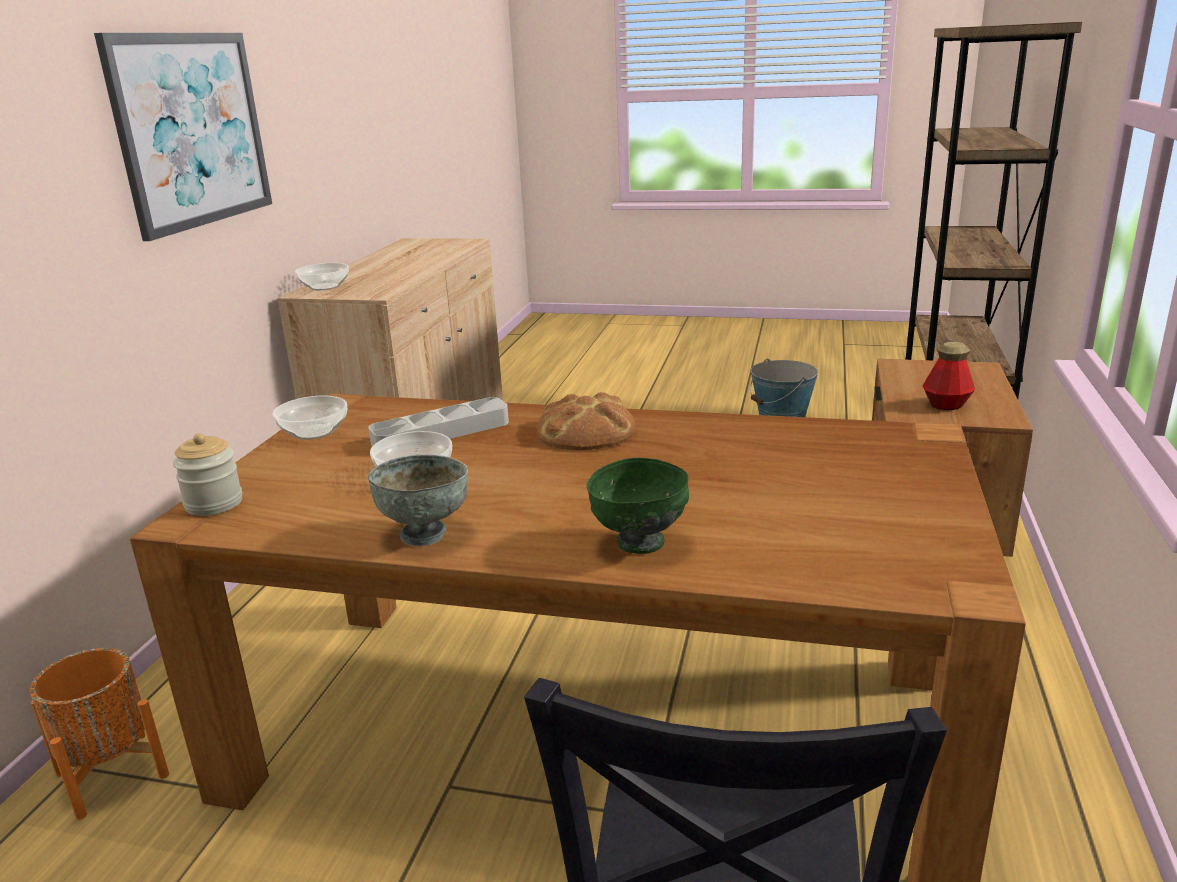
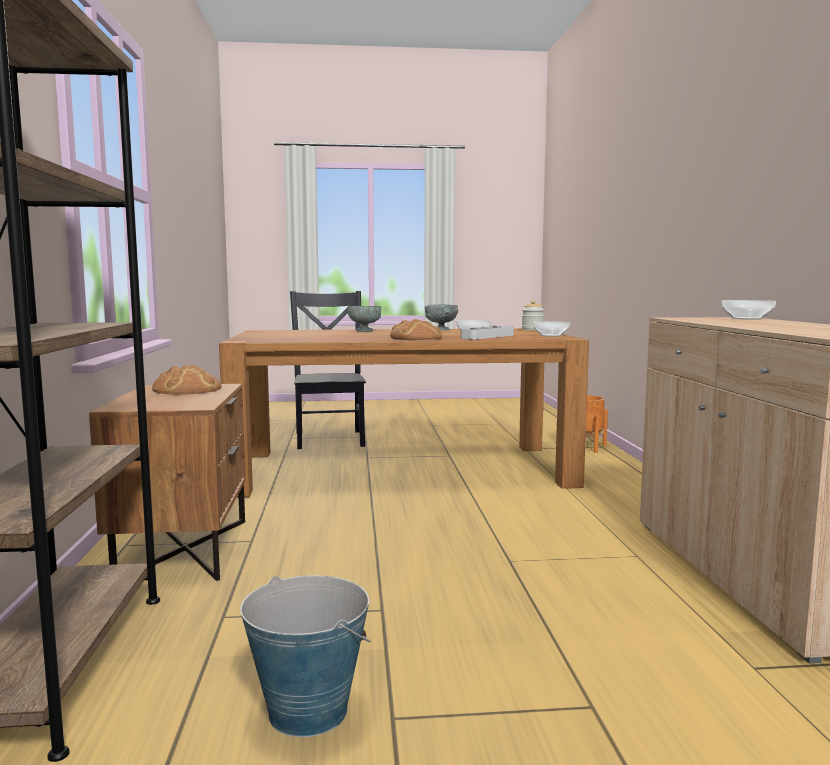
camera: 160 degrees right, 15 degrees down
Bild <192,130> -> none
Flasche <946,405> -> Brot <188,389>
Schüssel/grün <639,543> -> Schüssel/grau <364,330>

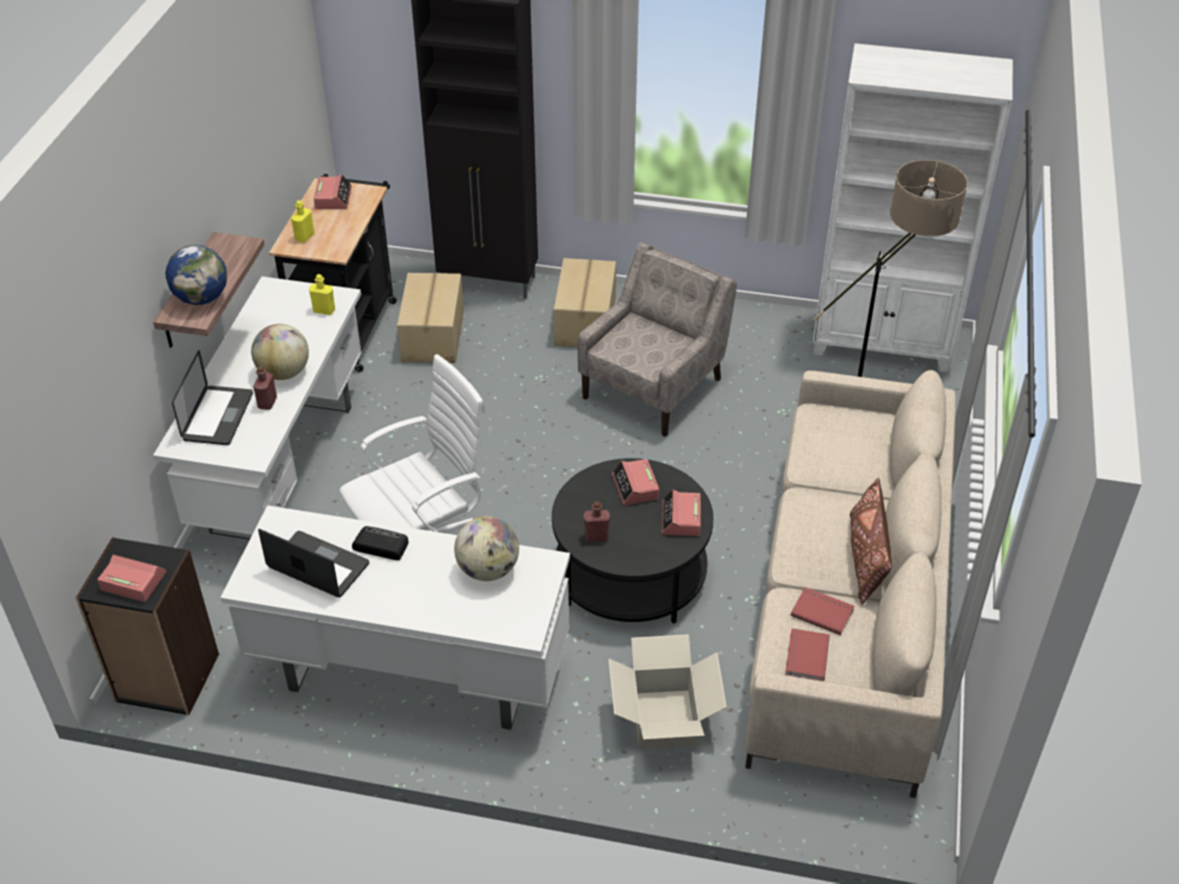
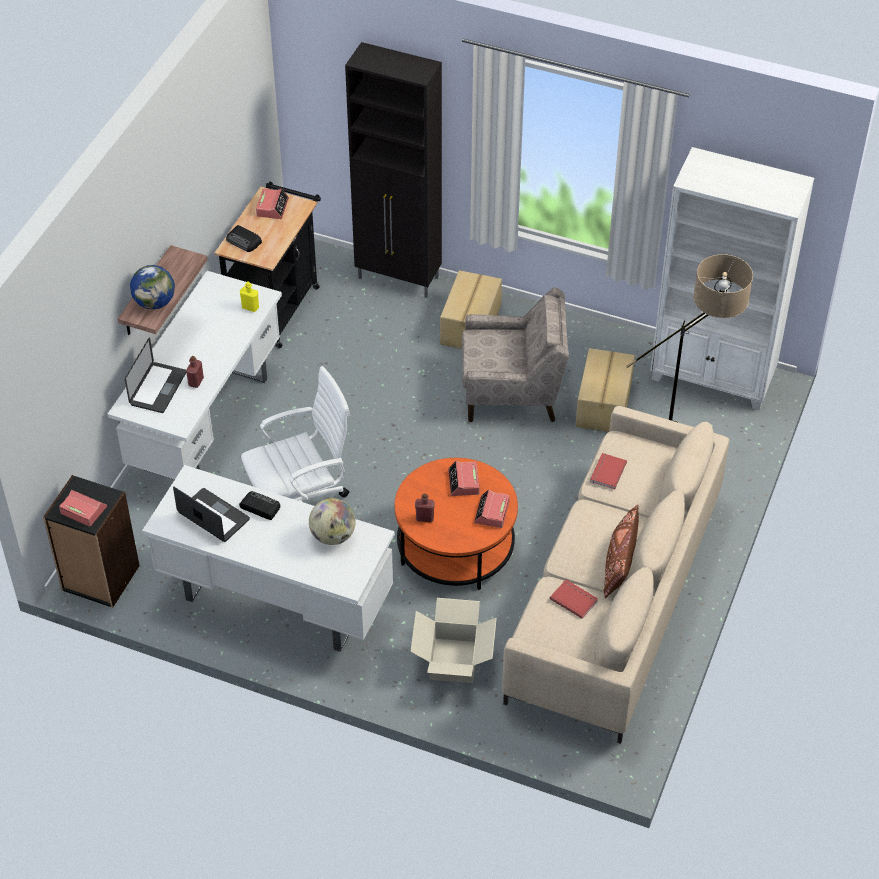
camera: 10 degrees right, 5 degrees up
Globus <284,372> -> none
Karton <434,335> -> Karton <604,404>, move
Buch/rot <805,656> -> Buch/rot <607,472>, move
Flasche/gelb <304,237> -> Radio <244,241>
Couchtisch/schwarz <630,573> -> Couchtisch/orange <455,546>
Sessel/beige <653,387> -> Sessel/beige <512,392>, 45 degrees clockwise

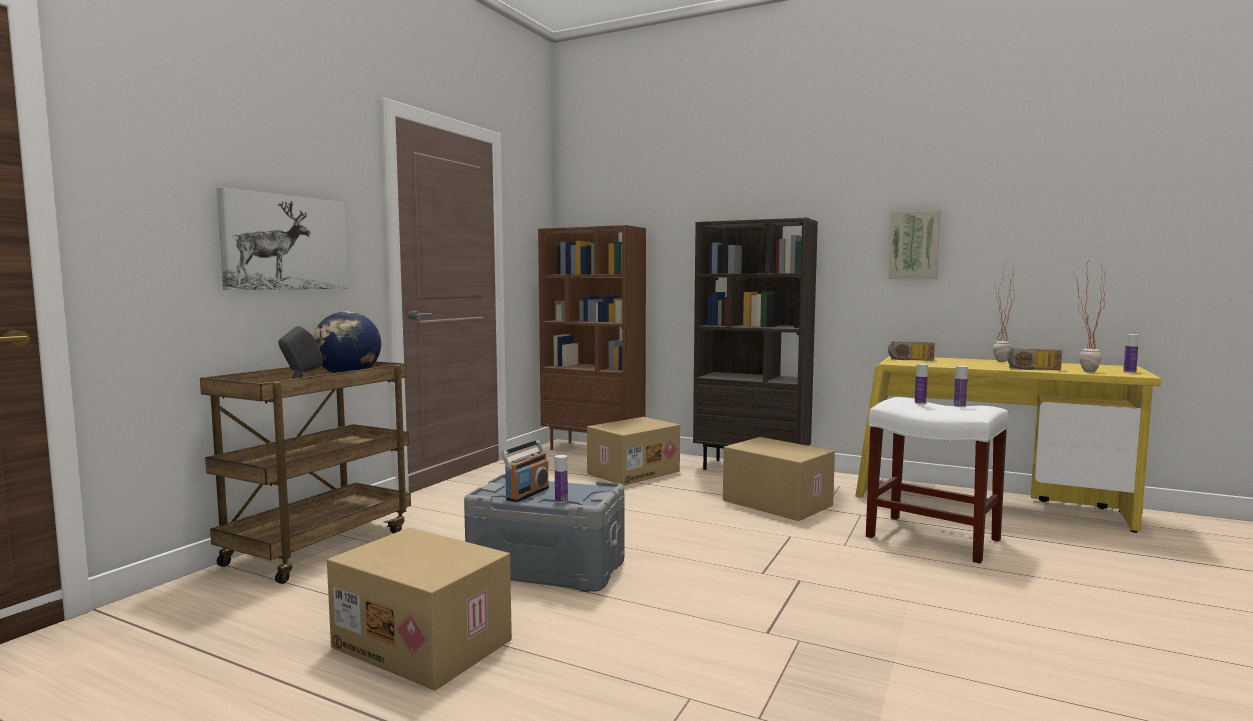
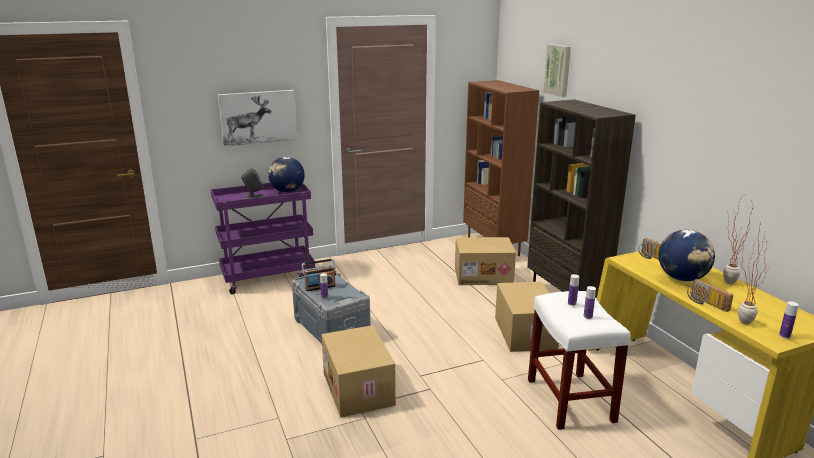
camera: 40 degrees right, 15 degrees up
none -> Globus <682,278>
Karton <425,643> -> Karton <359,389>, move
Bild <914,245> -> Bild <558,70>, move
Rollwagen/braun <319,546> -> Rollwagen/lila <268,277>

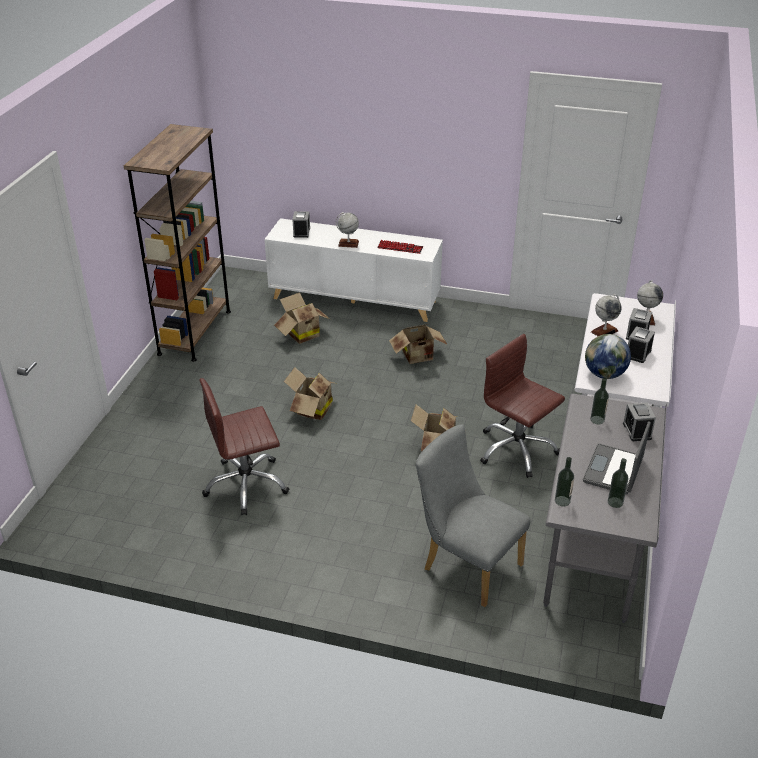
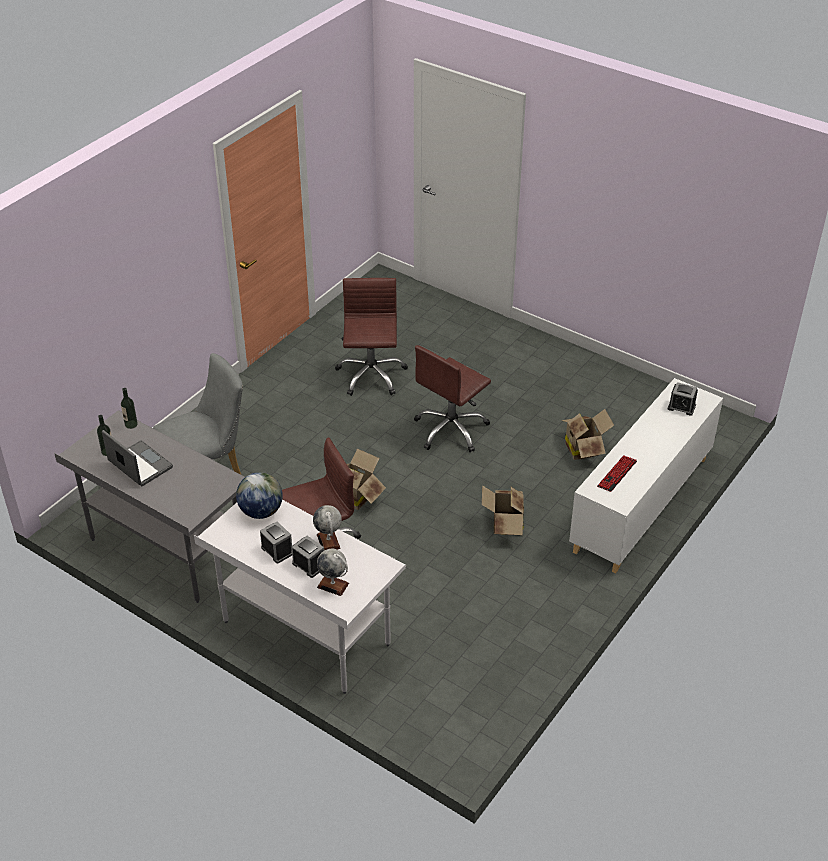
camera: 110 degrees right, 5 degrees up
Bücherregal/braun <195,332> -> none
Globus <348,243> -> none
Flasche <597,420> -> none
Wecker <637,431> -> none
Karton <311,410> -> Bürostuhl/braun <451,430>

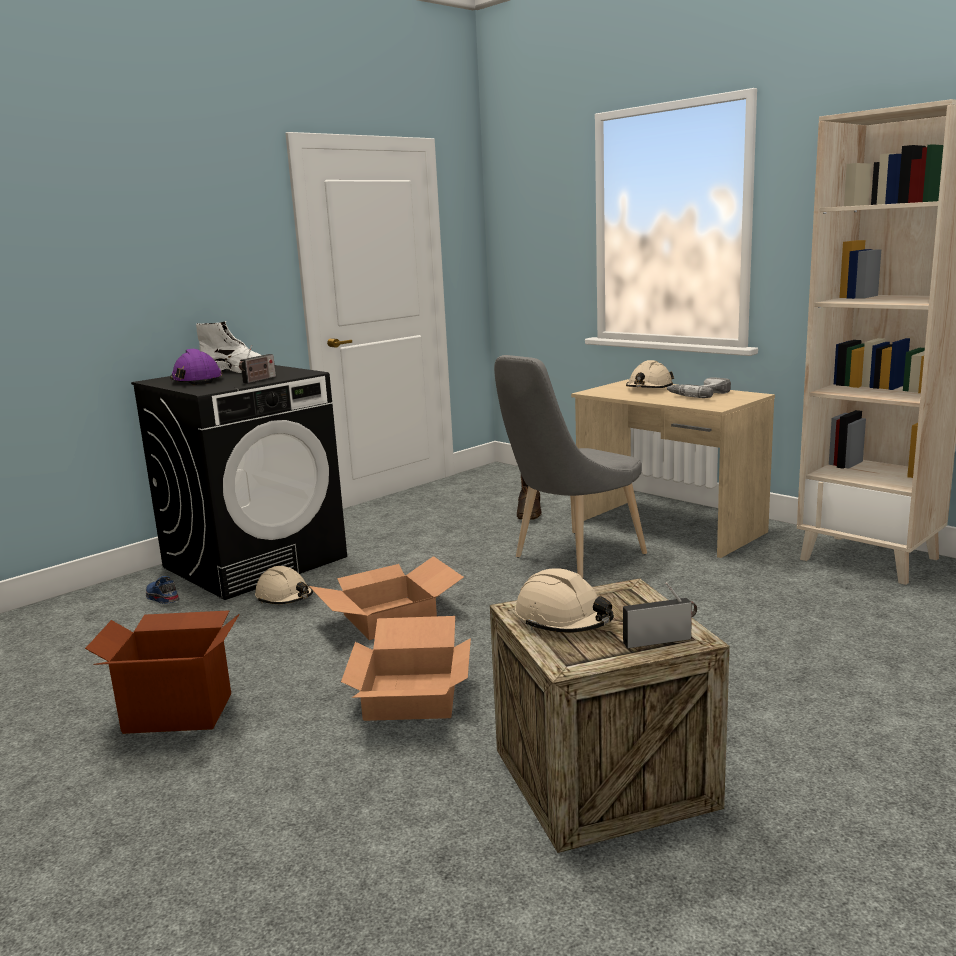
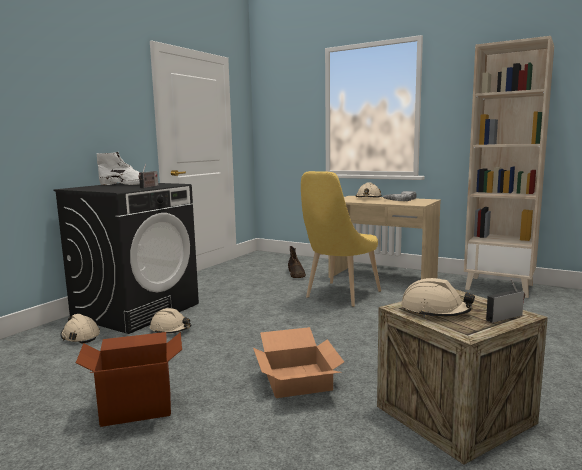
camera: 15 degrees left, 5 degrees down
Schutzhelm/lila <196,380> -> none
Karton <390,617> -> none
Schuh/blau <161,598> -> Schutzhelm/beige <80,336>
Stuhl/grau <572,557> -> Stuhl/gelb <340,296>

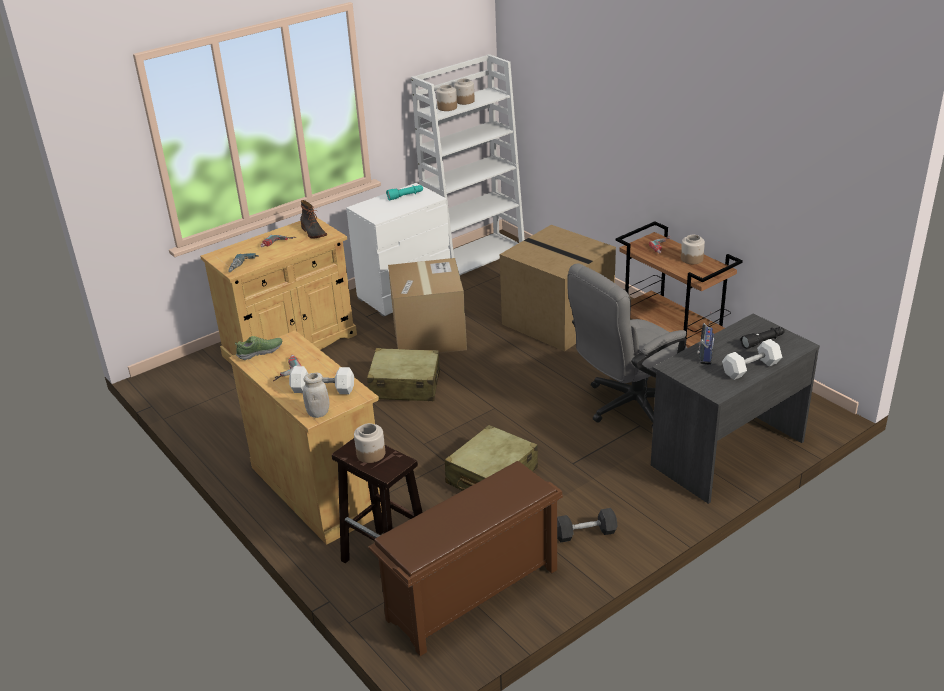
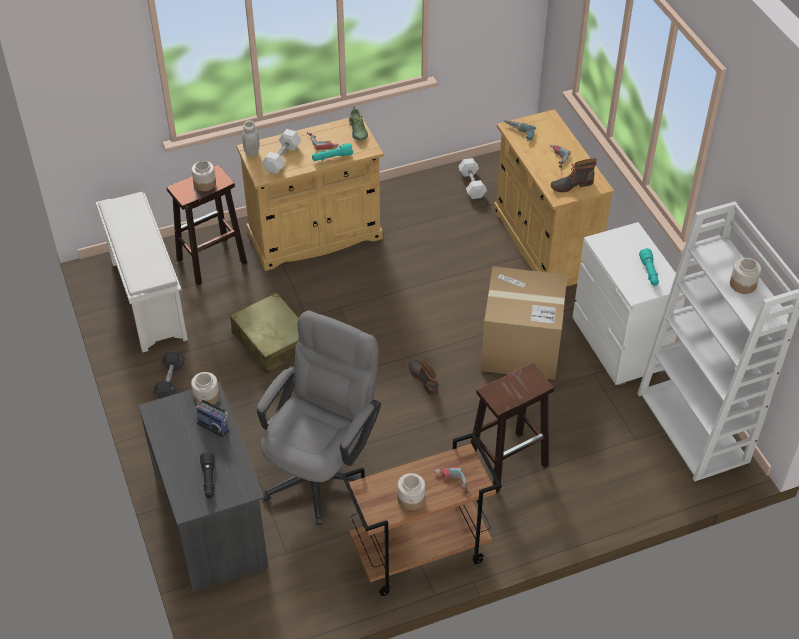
camera: 105 degrees right, 15 degrees up
Koffer/beige <404,386> -> none
none -> Taschenlampe/türkis <332,157>
none -> Stiefel <424,379>
Vorratsglas <447,107> -> Vorratsglas <207,397>, move
Hantel/weiß <751,368> -> Hantel/weiß <472,184>, move
Karton <555,320> -> Hocker/braun <508,461>
Schuhregal/braun <472,596> -> Schuhregal/weiß <147,299>
Bürostuhl/grau <627,406> -> Bürostuhl/grau <321,469>, 45 degrees clockwise

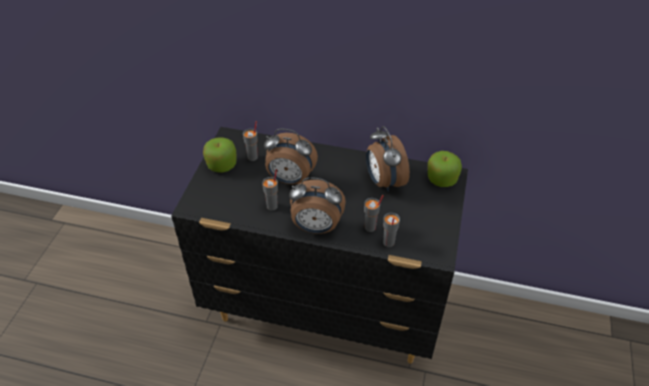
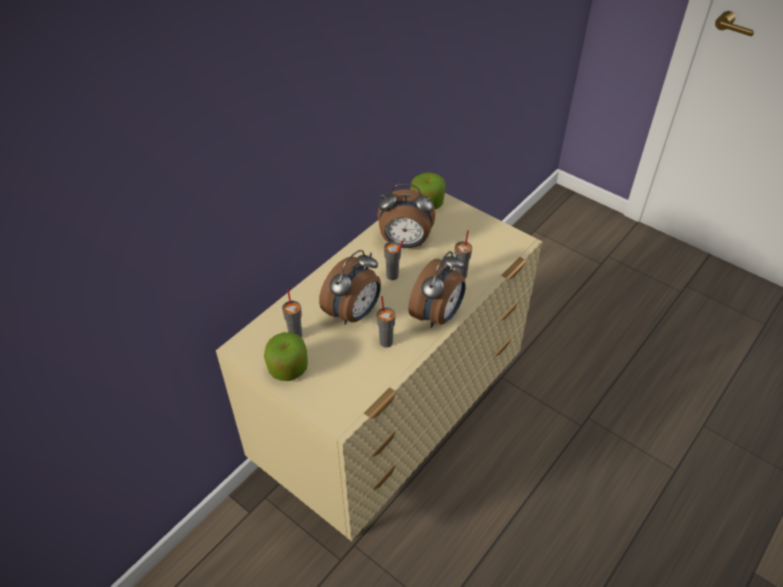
camera: 65 degrees left, 0 degrees up
Tasse/grau <388,243> -> Tasse/grau <392,276>, move
Kommode/schwarz <326,310> -> Kommode/beige <392,430>

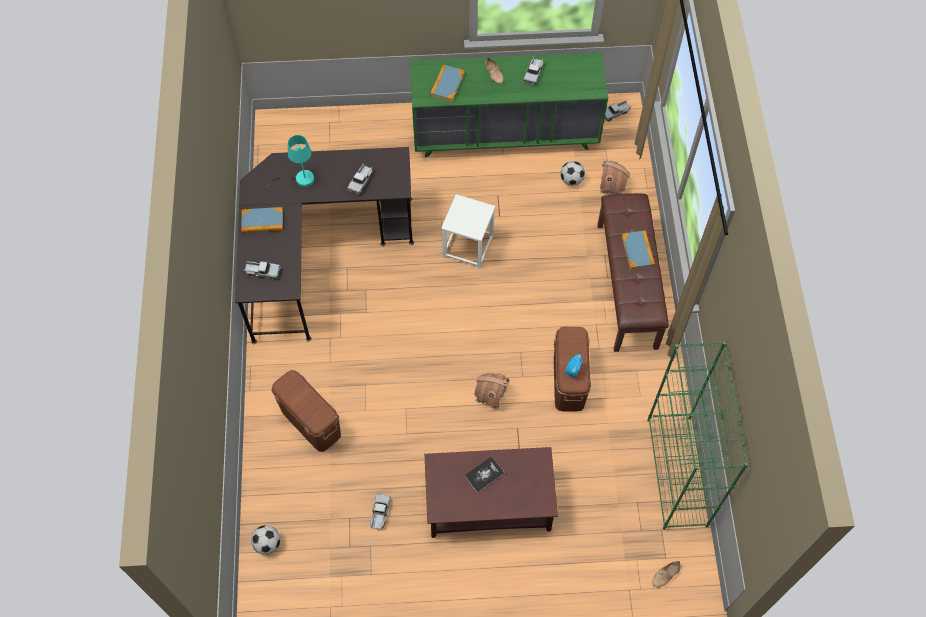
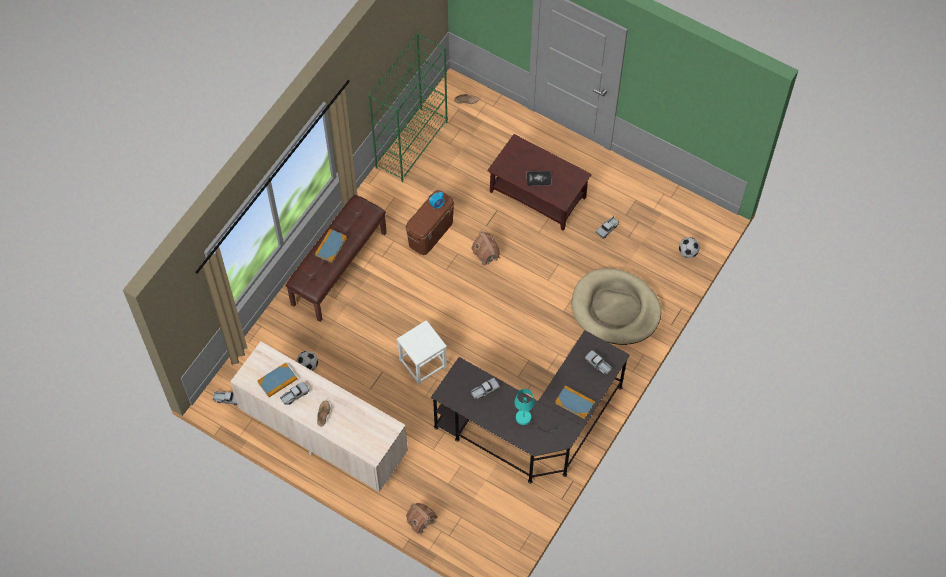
camera: 145 degrees left, 0 degrees up
Buch <447,84> -> Buch <277,381>, move
Spielzeughaus <612,185> -> Spielzeughaus <421,521>, move
Aufbewahrungsbox/braun <310,422> -> Hundebett/beige <615,309>
Kommode/grün <505,134> -> Kommode/beige <323,435>

